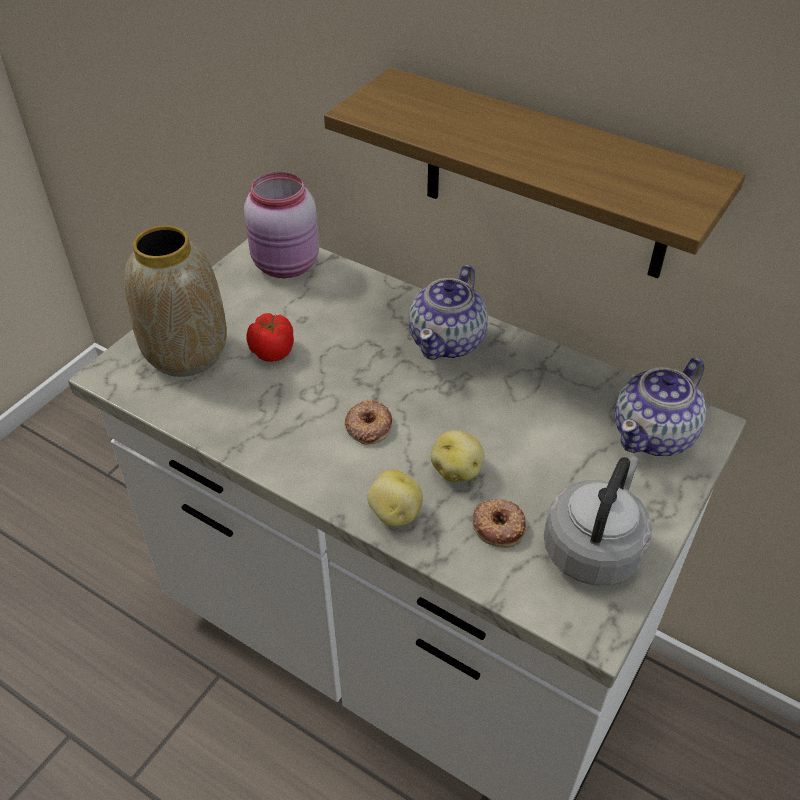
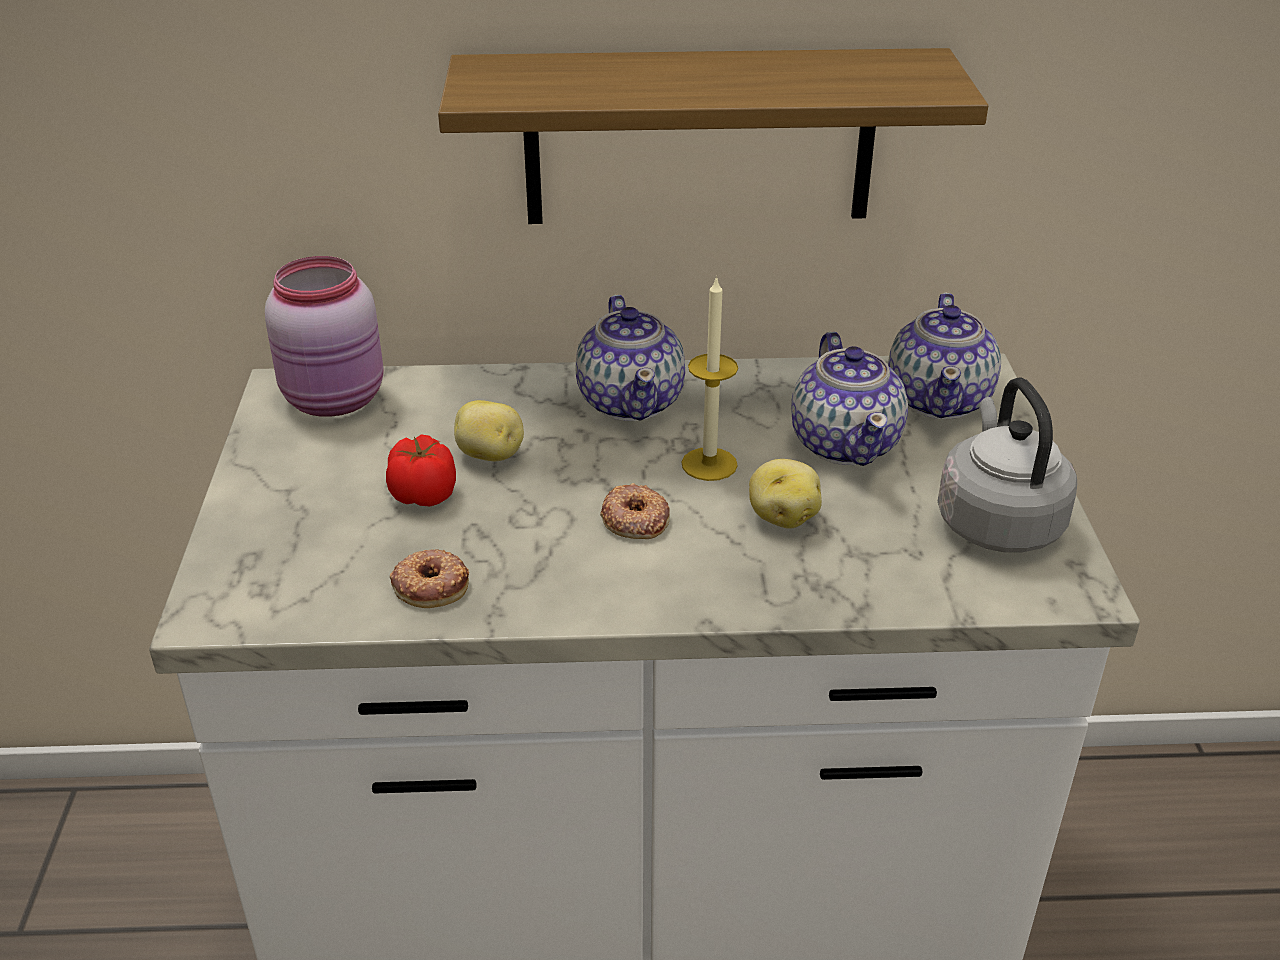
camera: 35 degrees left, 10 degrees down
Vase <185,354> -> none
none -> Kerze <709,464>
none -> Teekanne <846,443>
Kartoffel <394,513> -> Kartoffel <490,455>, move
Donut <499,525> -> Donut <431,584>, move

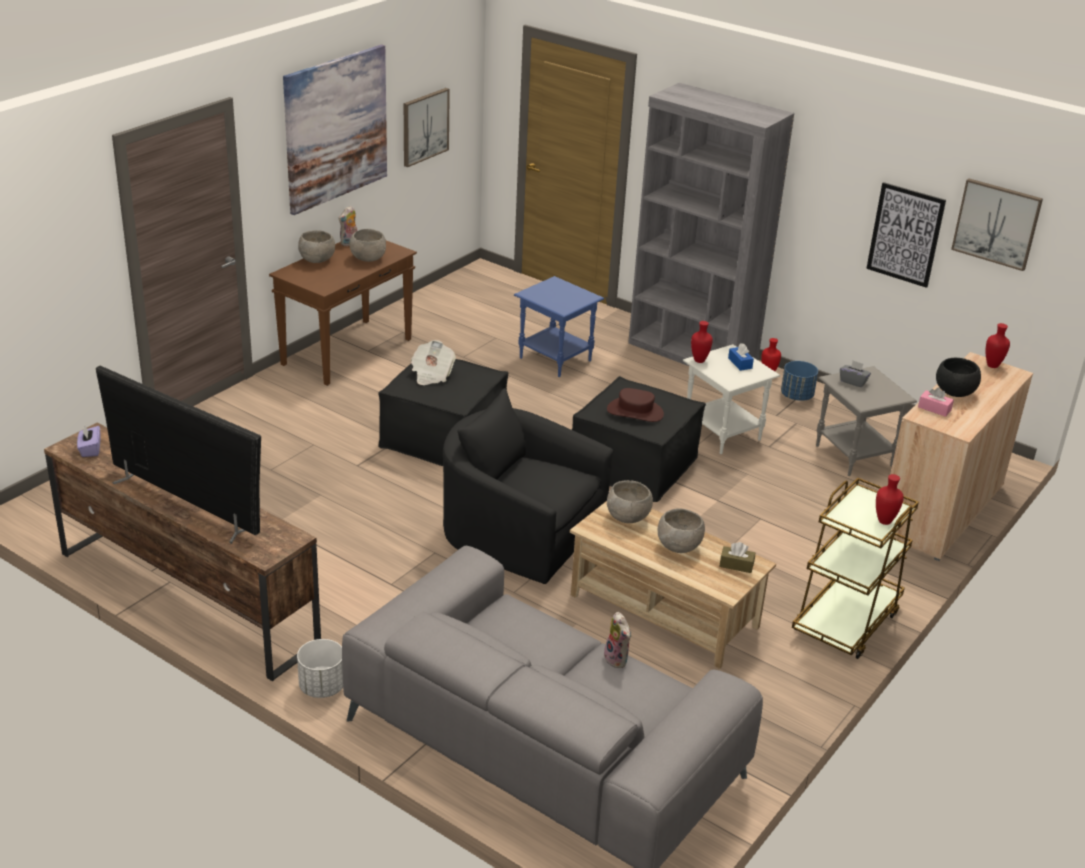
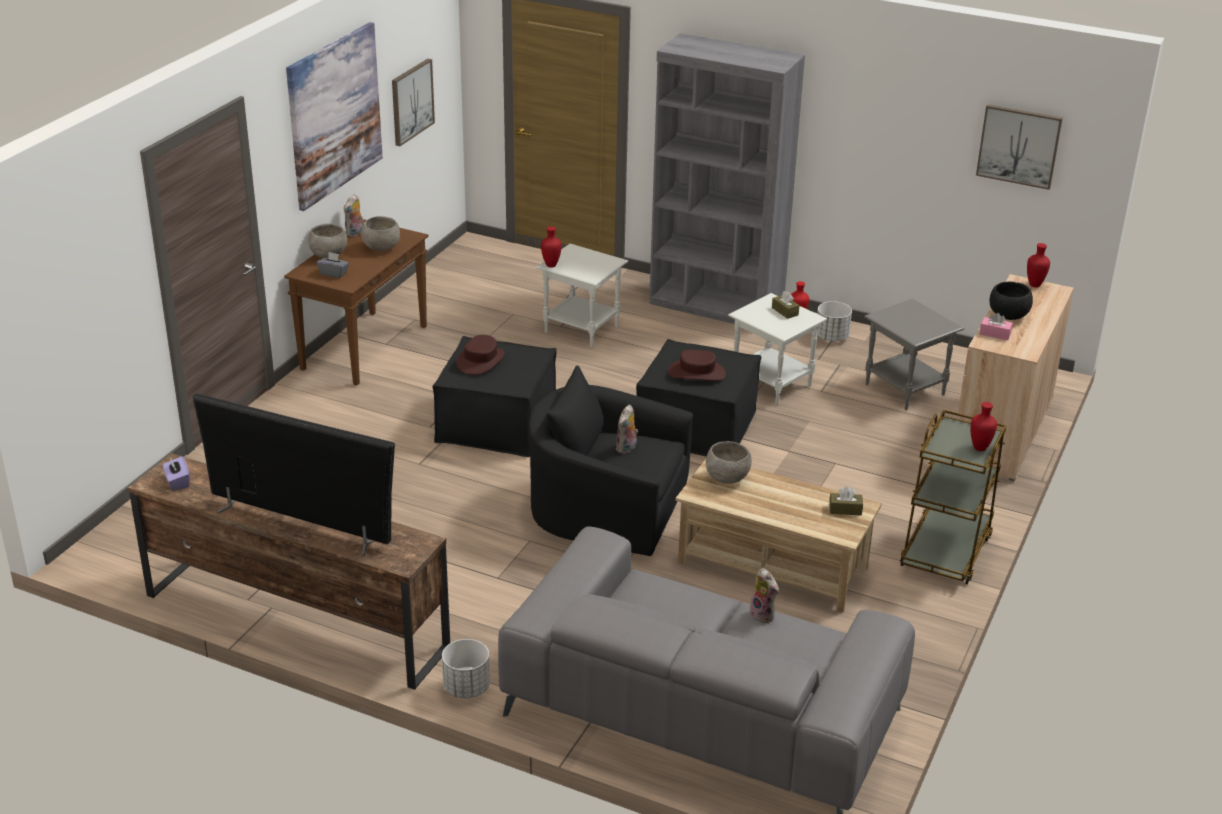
camera: 10 degrees left, 0 degrees up
Schüssel/grau <679,547> -> none
Bild <905,234> -> none
none -> Plüschtier <627,448>
Vase/rot <699,361> -> Vase/rot <551,266>, move
Taschentuchbox/grau <853,381> -> Taschentuchbox/grau <333,273>, move
Zeitung <431,374> -> Hut/braun <481,360>
Beistelltisch/blau <556,360> -> Beistelltisch/weiß <582,329>
Taschentuchbox/blau <740,363> -> Taschentuchbox/braun <785,311>
Pflanzkübel/blau <797,396> -> Pflanzkübel/weiß <832,337>

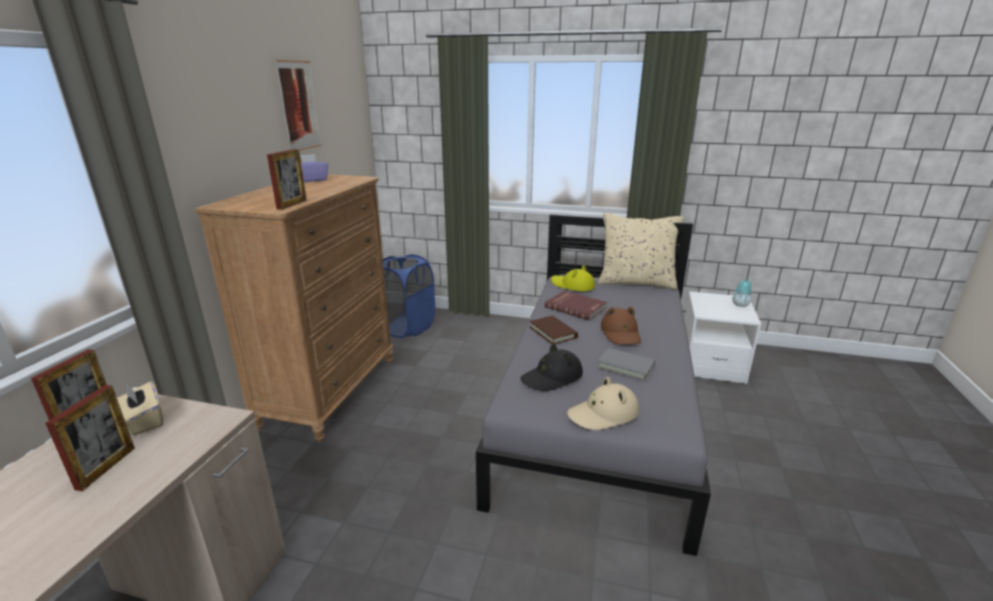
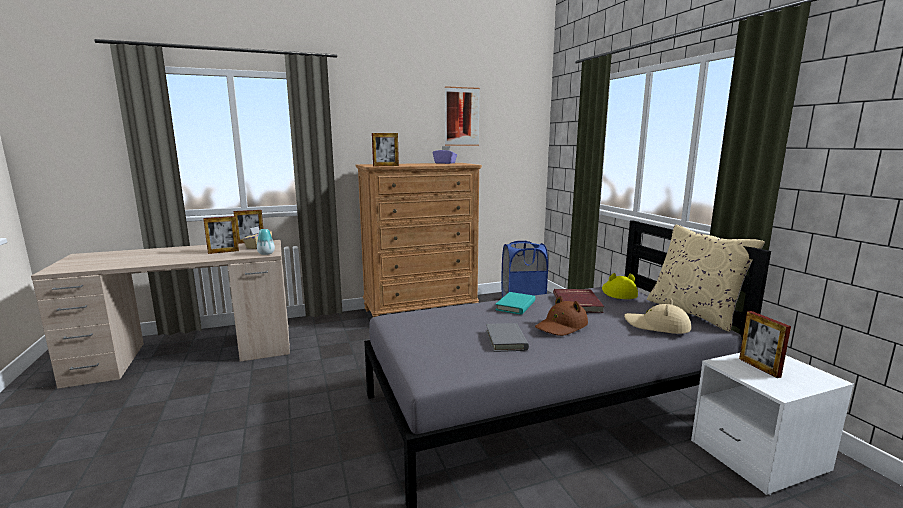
camera: 55 degrees right, 10 degrees down
Hut/schwarz <552,377> -> none
none -> Bilderrahmen <759,367>
Hut/beige <603,414> -> Hut/beige <657,326>, move
Vase <740,304> -> Vase <266,253>, move
Buch/braun <553,332> -> Buch/türkis <515,306>

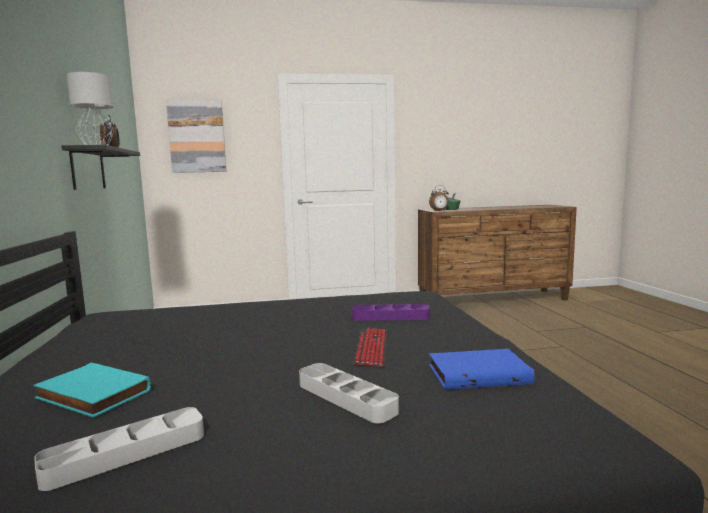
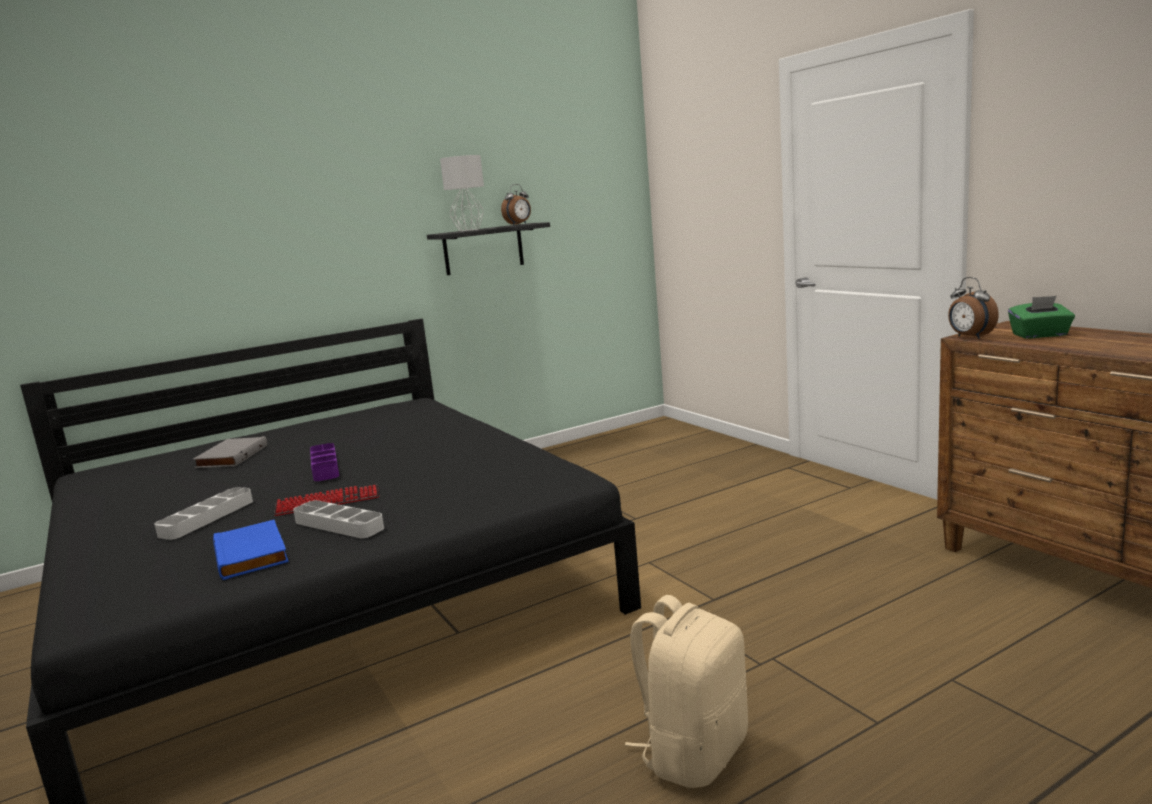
camera: 70 degrees right, 5 degrees up
Bild <197,136> -> none
none -> Rucksack/beige <693,753>
Tablett/grau <126,453> -> Tablett/grau <339,525>, move
Tablett/lila <390,317> -> Tablett/lila <325,466>, move
Buch/türkis <91,395> -> Buch/grau <231,456>

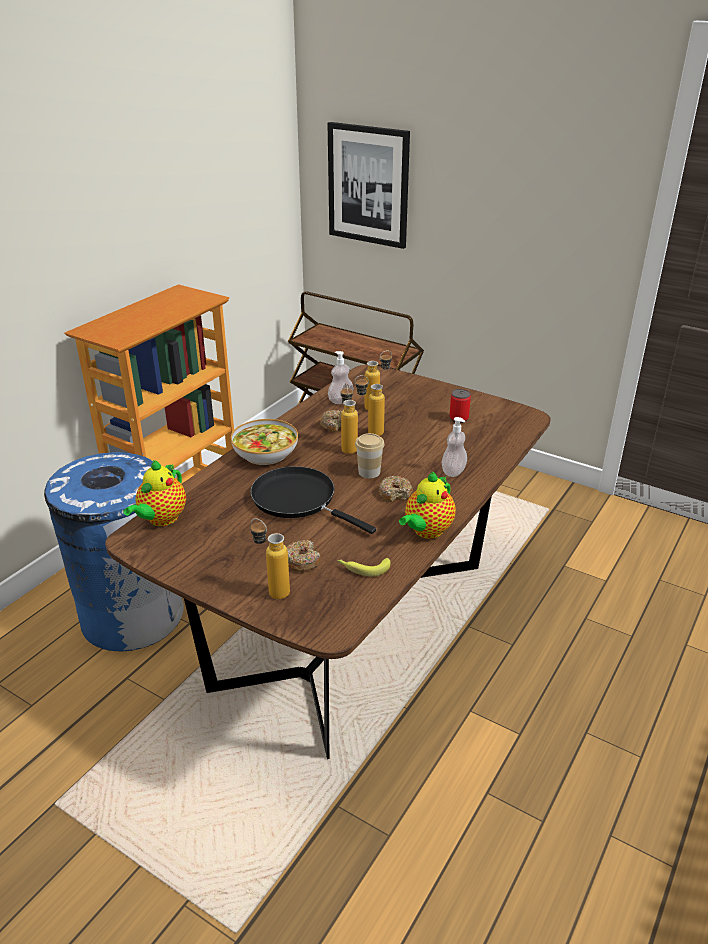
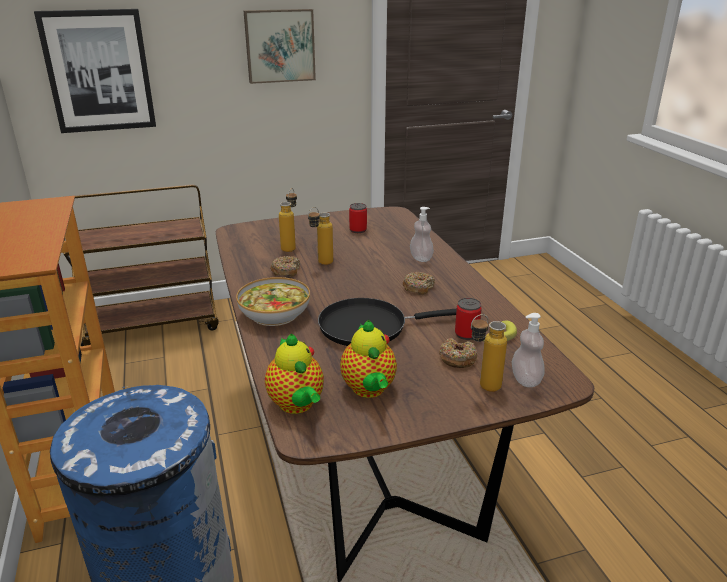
camera: 50 degrees left, 5 degrees down
Flasche <348,447> -> none
Tasse <369,472> -> none
none -> Bild <279,45>
none -> Dose <466,334>
Seifenspender <340,400> -> Seifenspender <525,380>, move
Teekanne <426,531> -> Teekanne <369,390>, move

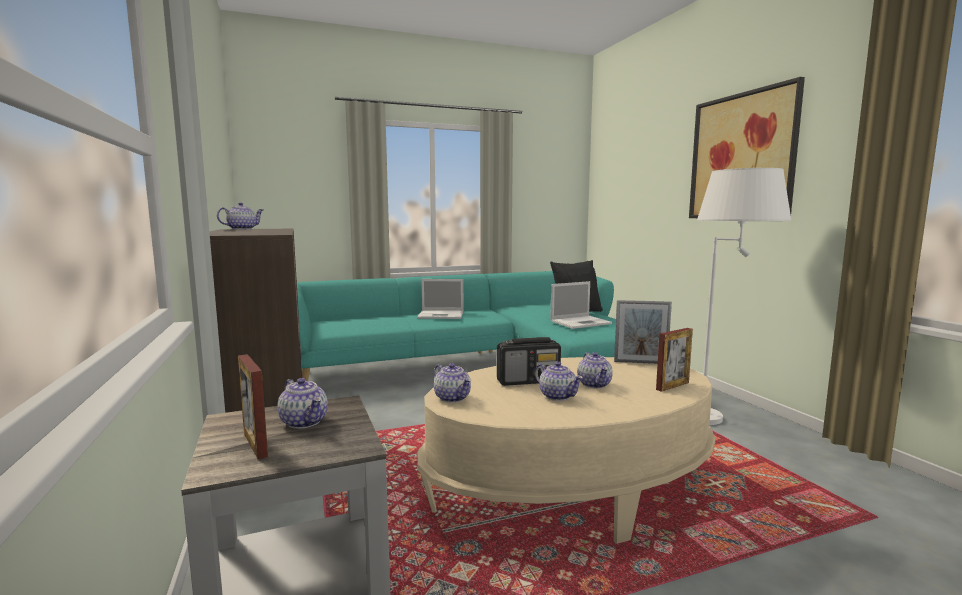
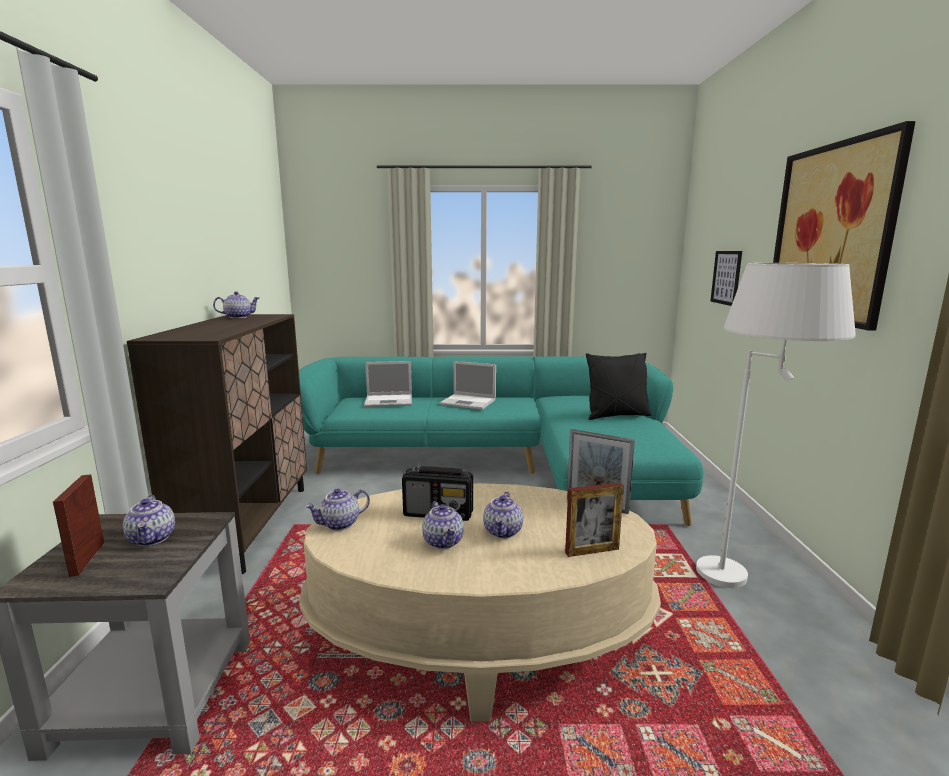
camera: 20 degrees right, 5 degrees up
none -> Bild <726,277>
Laptop <581,322> -> Laptop <389,401>, move
Teekanne <453,398> -> Teekanne <339,524>, 75 degrees clockwise

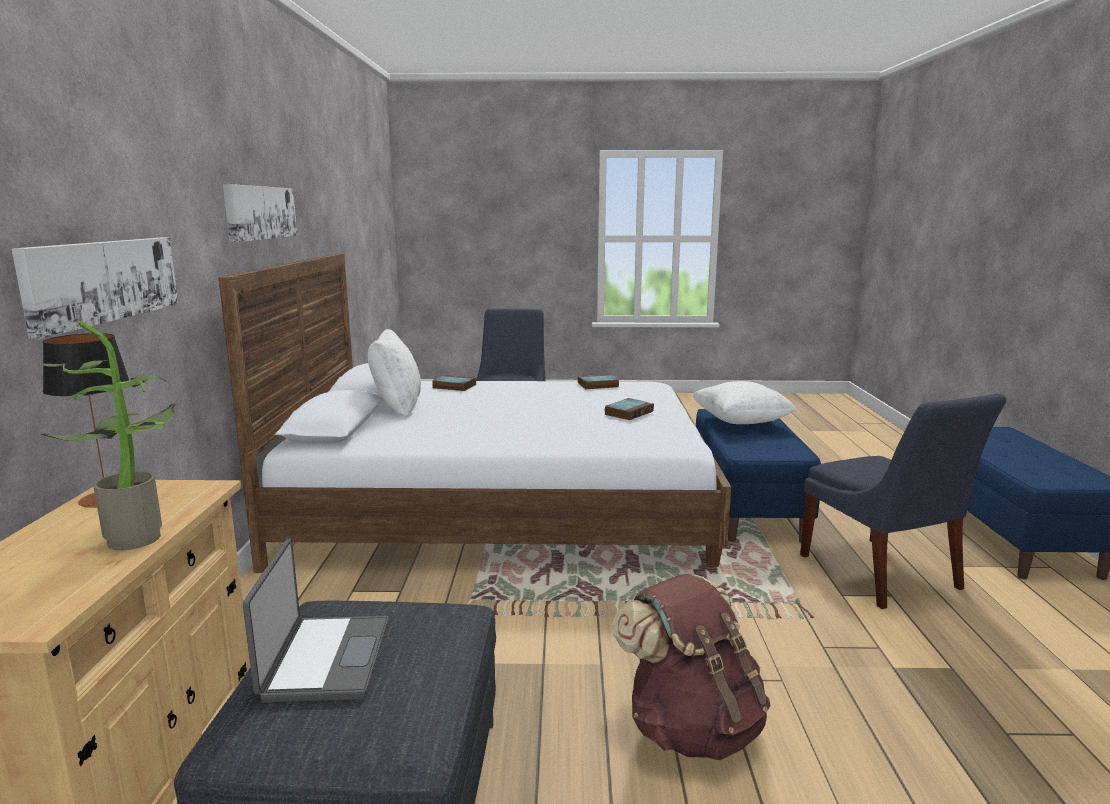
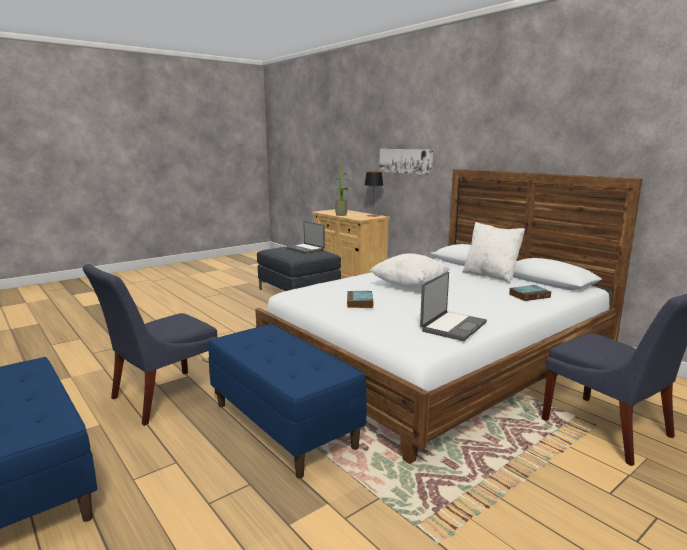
camera: 140 degrees right, 0 degrees up
Bild <260,212> -> none
Rucksack/braun <691,728> -> none
Kissen/weiß <740,422> -> Kissen/weiß <410,285>, move
Buch <597,385> -> Laptop <452,326>
Stuhl/blau <882,575> -> Stuhl/blau <161,397>, 75 degrees counterclockwise

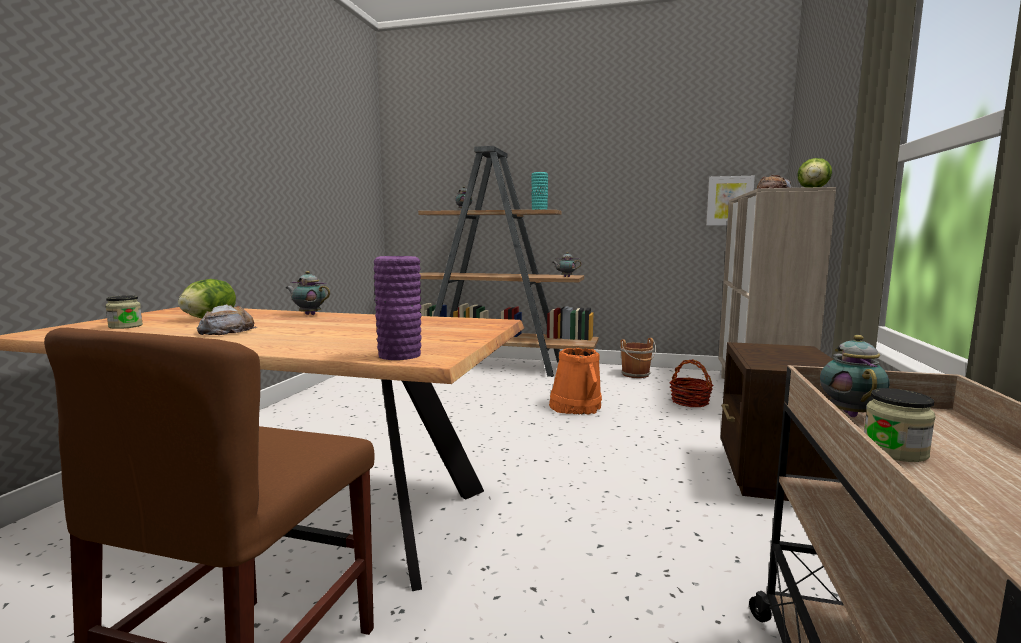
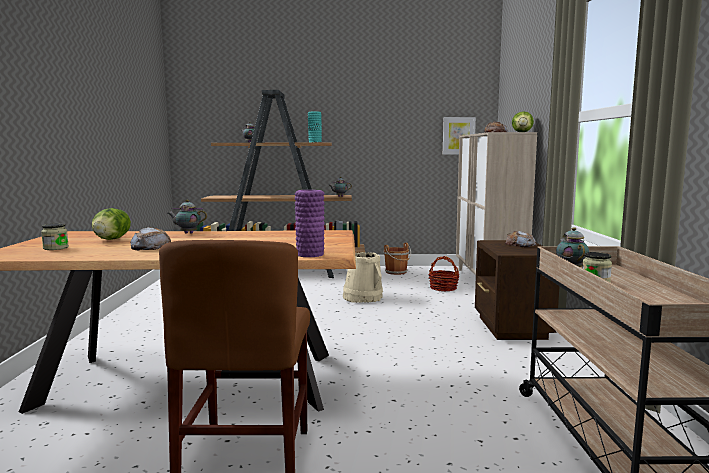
camera: 15 degrees left, 0 degrees up
none -> Brot <520,244>
Eimer/orange <575,407> -> Eimer/beige <363,297>

